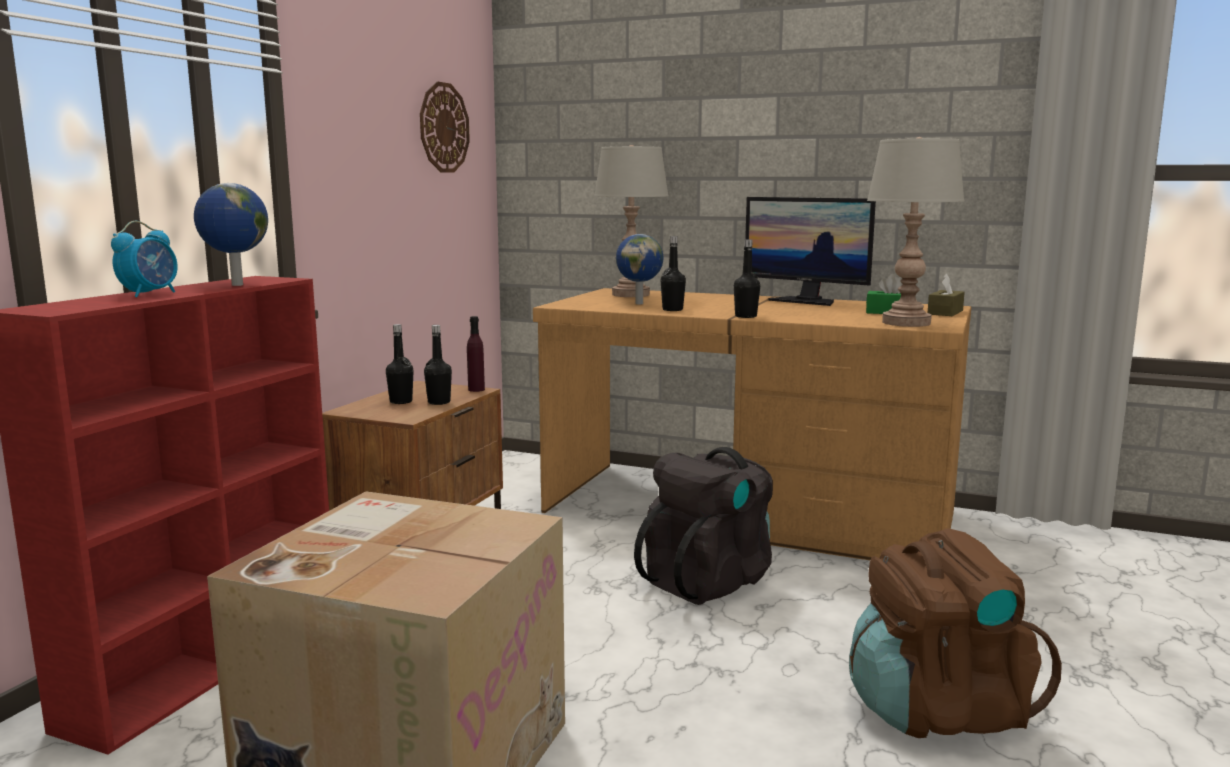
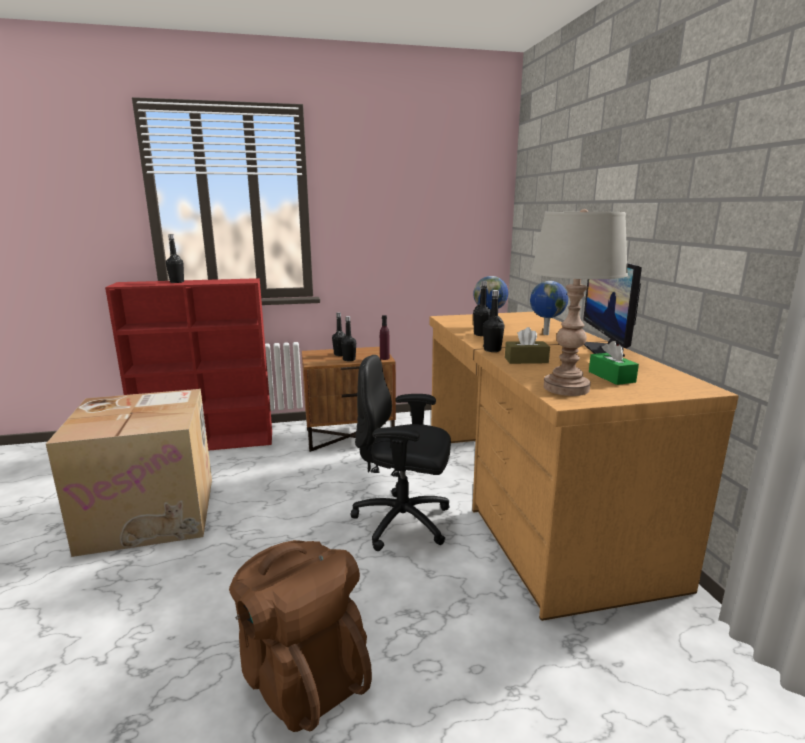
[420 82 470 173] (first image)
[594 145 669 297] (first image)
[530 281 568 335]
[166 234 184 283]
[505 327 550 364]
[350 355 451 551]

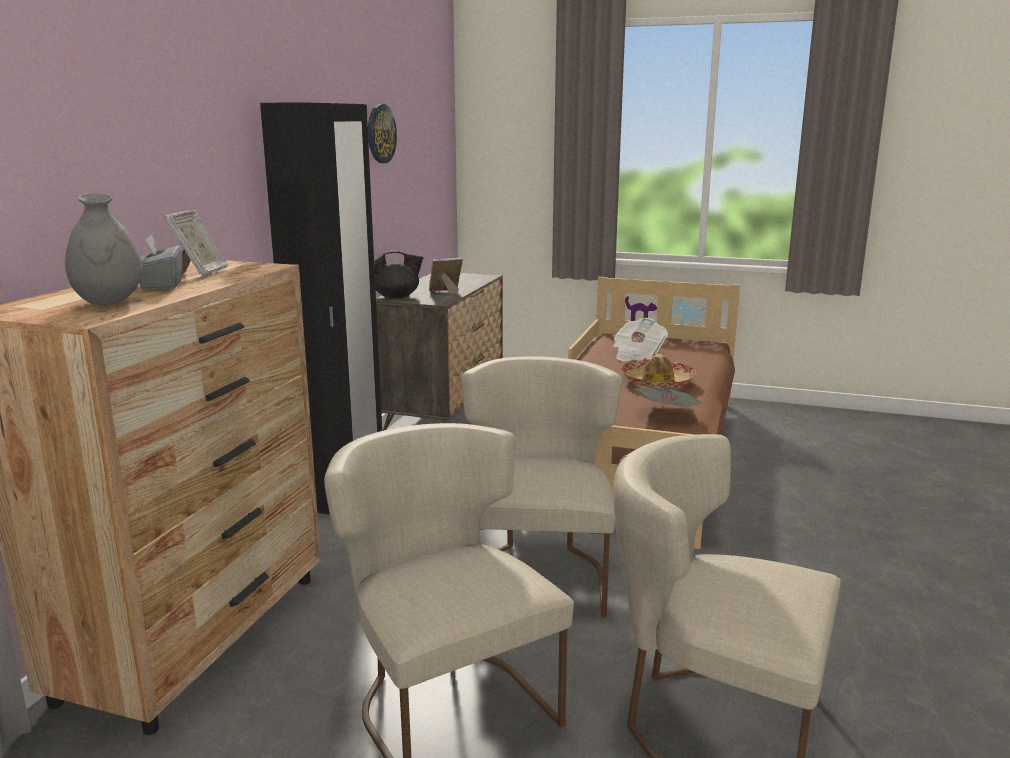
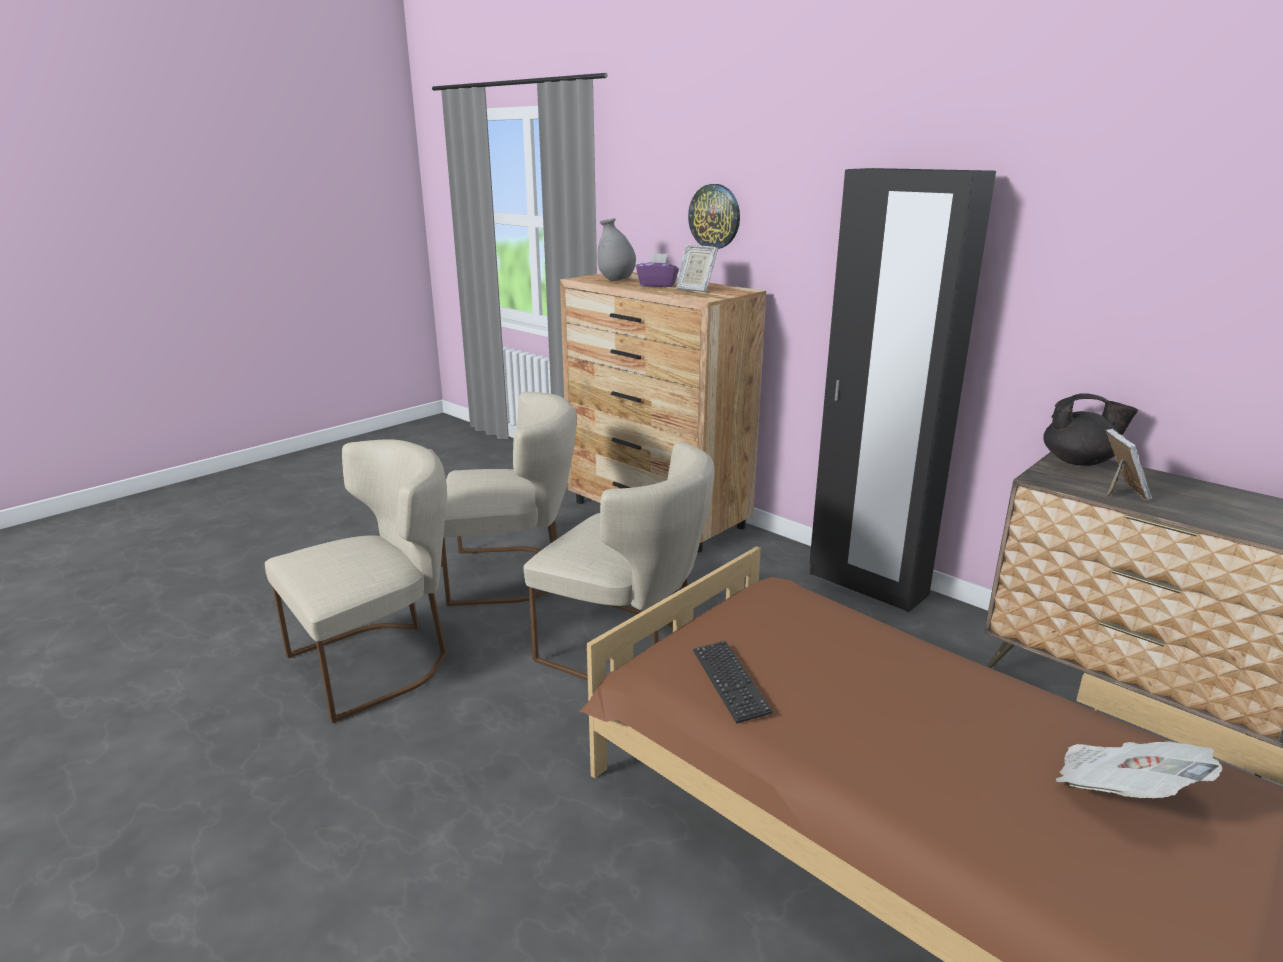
[688 184 740 249]
[636 253 679 287]
[1043 393 1138 466]
[621 354 697 389] (first image)
[693 641 773 724]

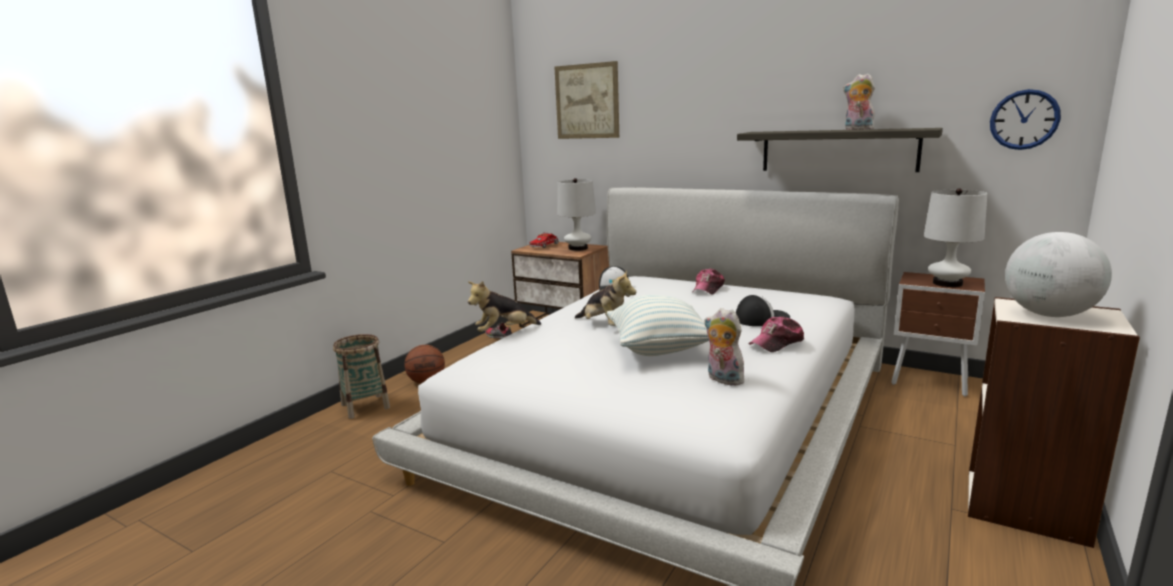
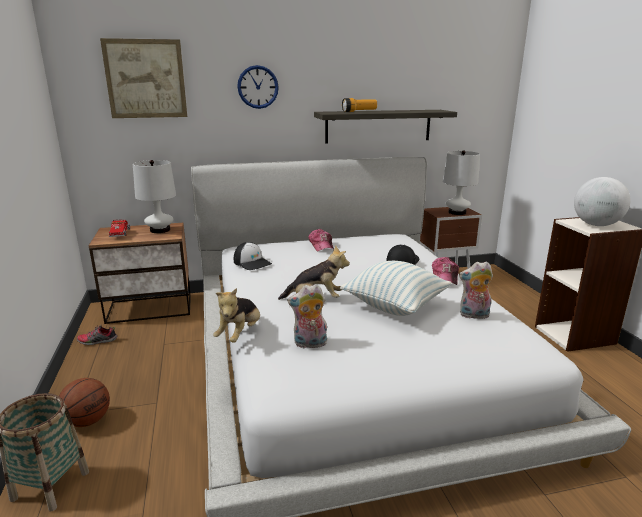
[287 284 327 348]
[237 65 279 109]
[342 98 377 112]

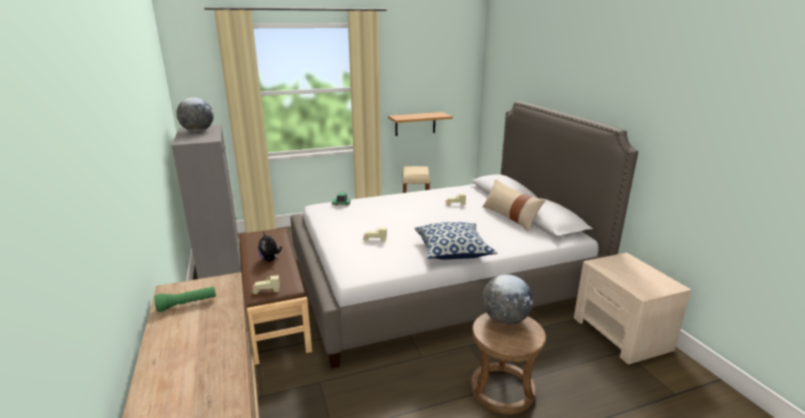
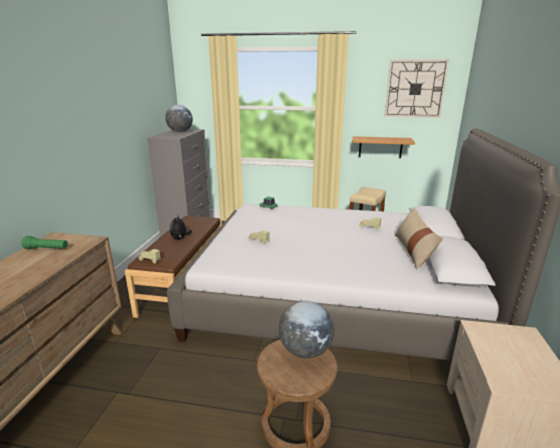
[415 222 497 260] (first image)
[385 59 449 118]

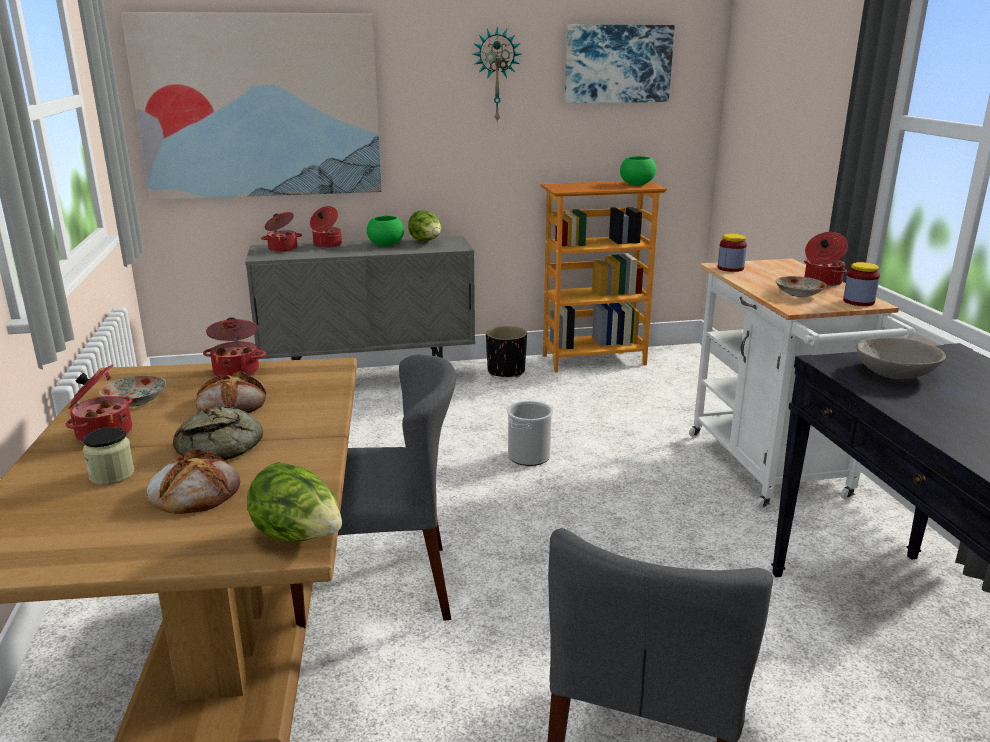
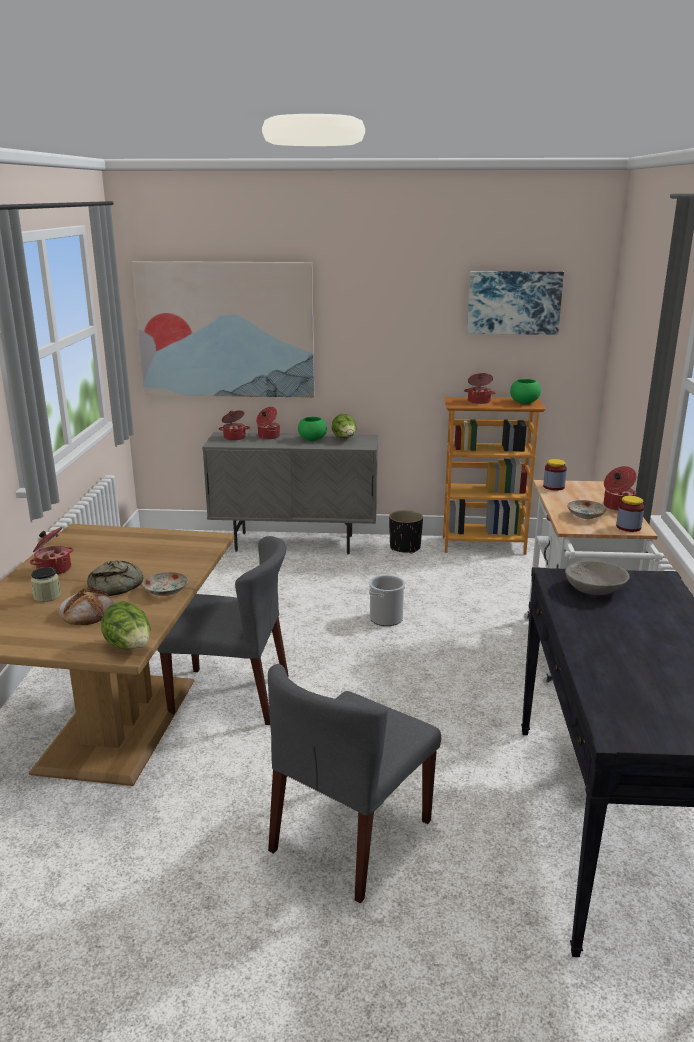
[473 26 521 122] (first image)
[464 373 496 404]
[196 371 266 413] (first image)
[142 572 188 596]

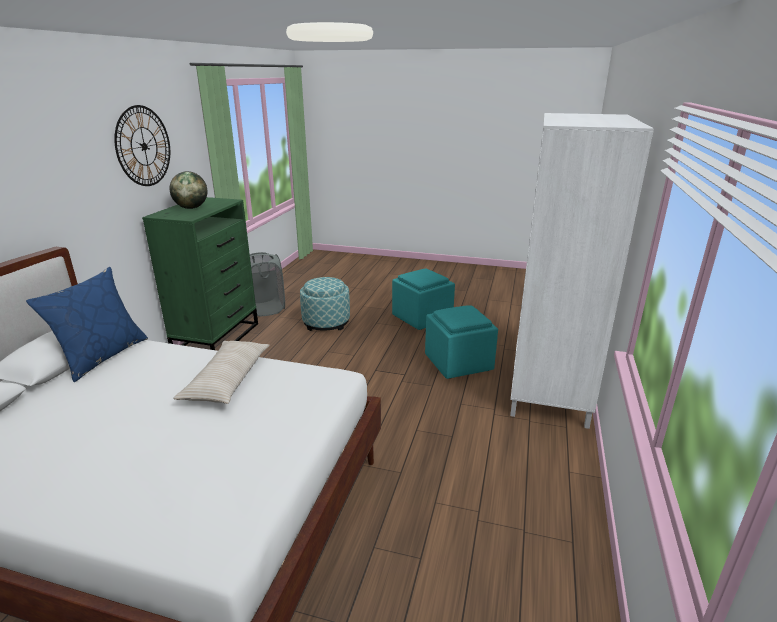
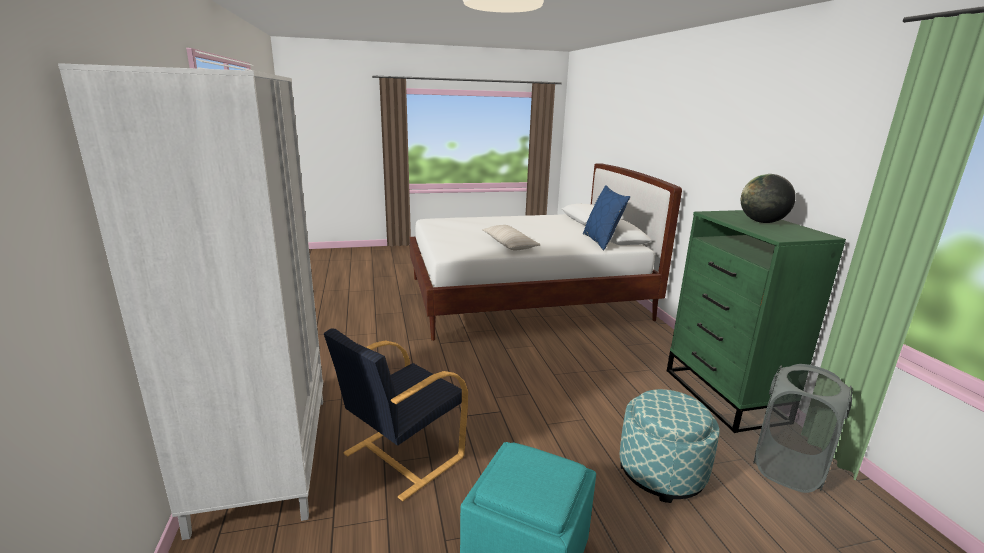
[114 105 170 186] (first image)
[324 329 468 501]

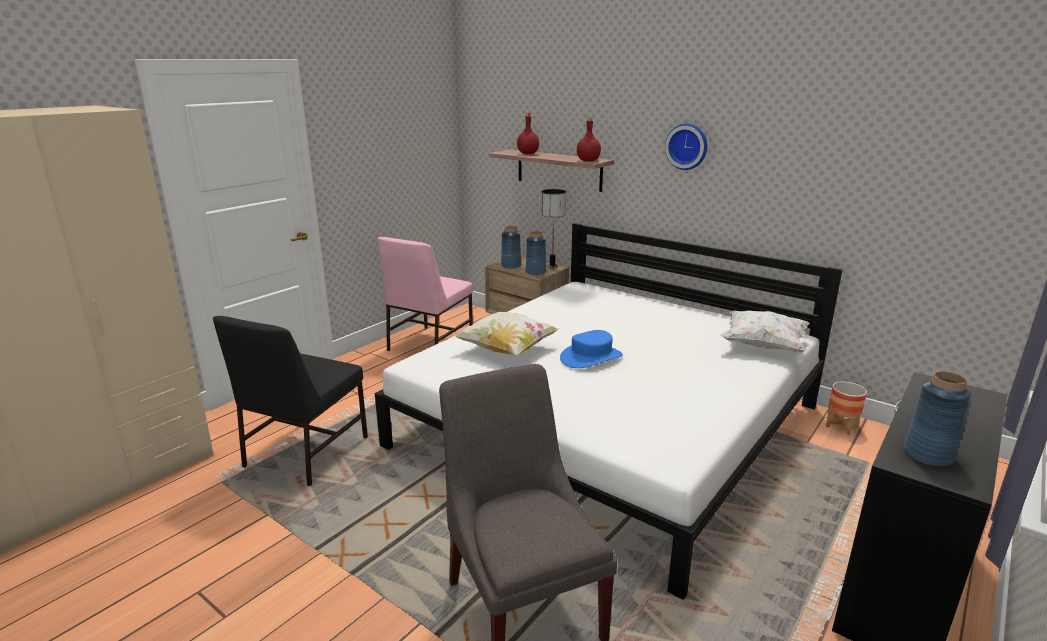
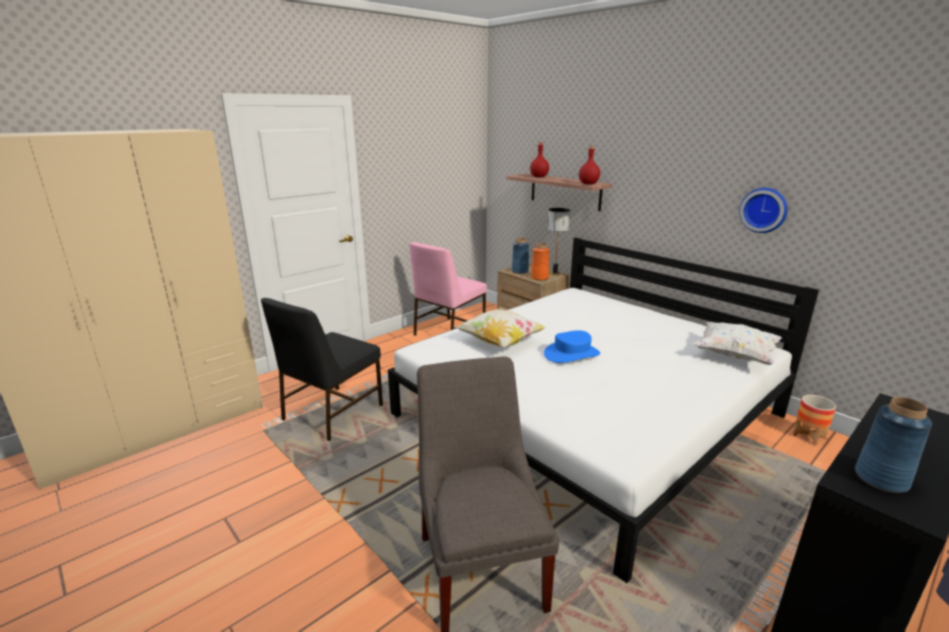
[739 188 788 233]
[531 243 549 280]

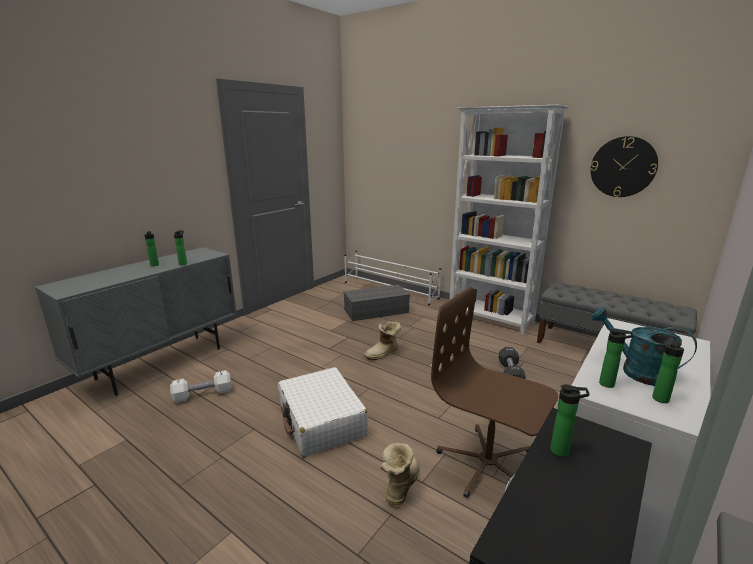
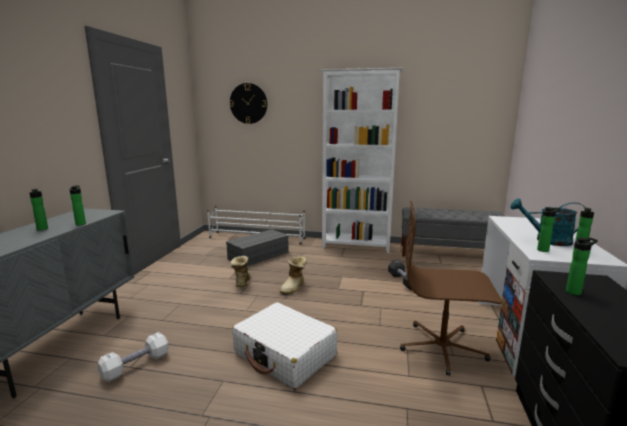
[229 83 267 124]
[230 256 251 287]

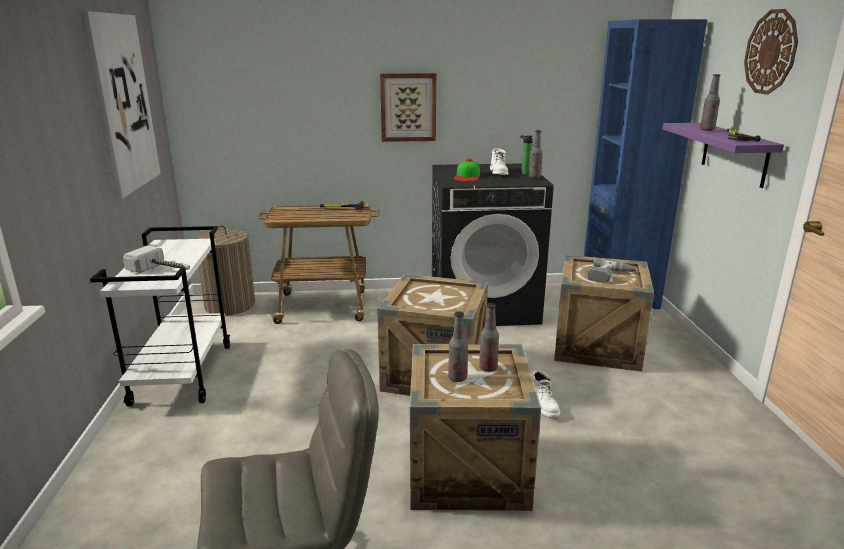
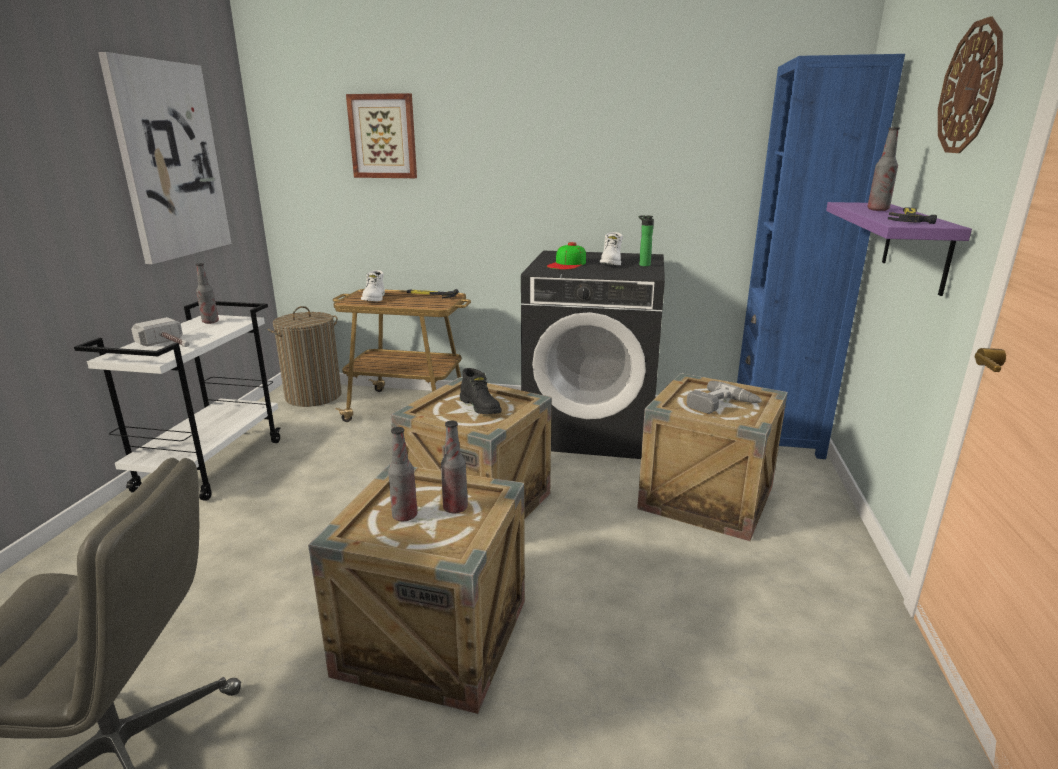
[346 93 417 178]
[195 263 219 324]
[361 270 385 301]
[460 368 501 414]

